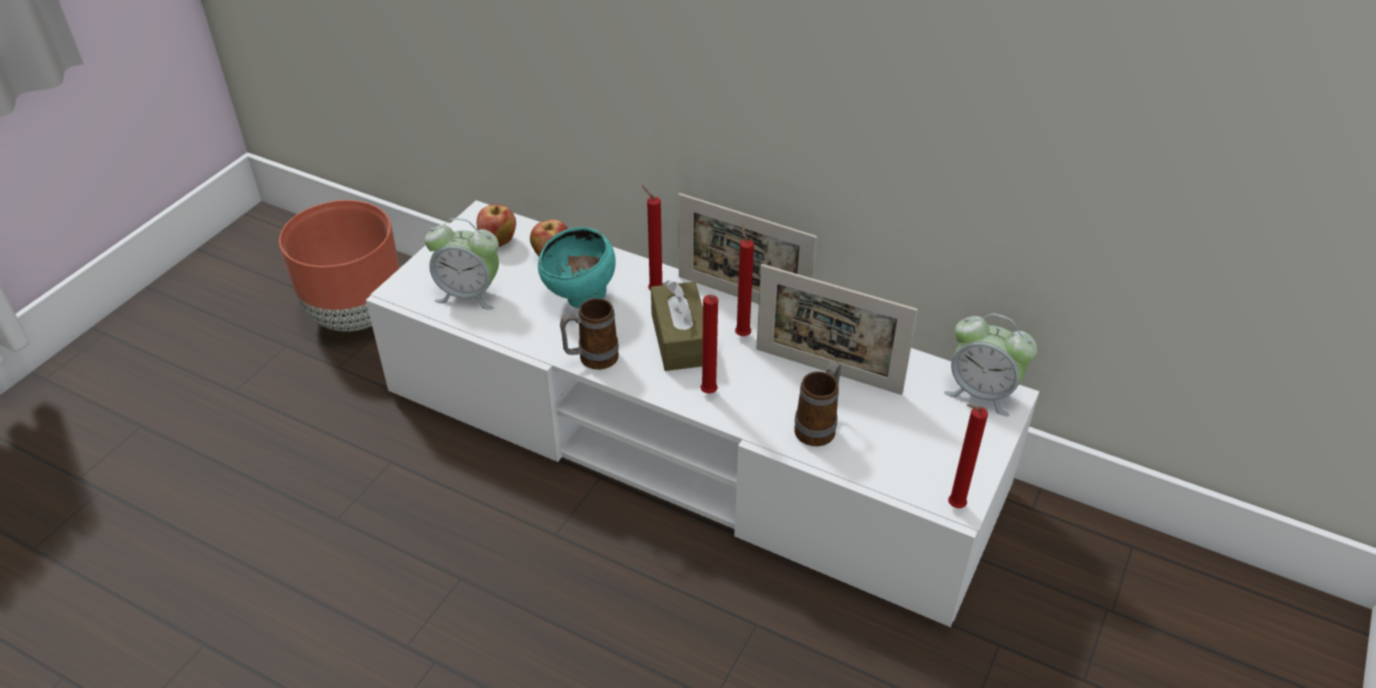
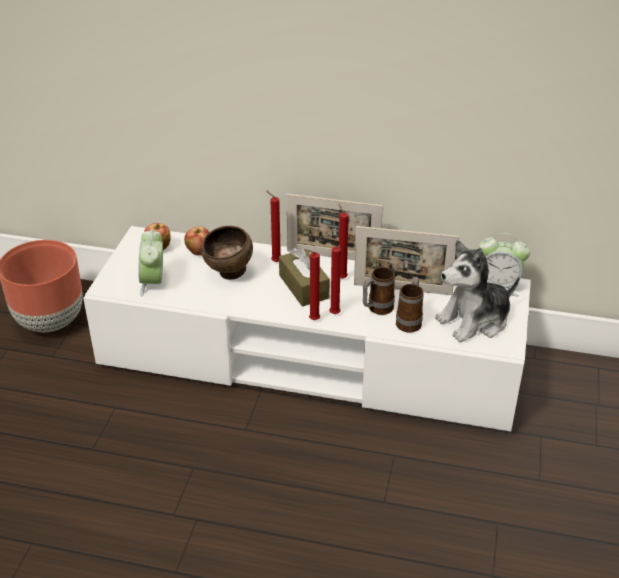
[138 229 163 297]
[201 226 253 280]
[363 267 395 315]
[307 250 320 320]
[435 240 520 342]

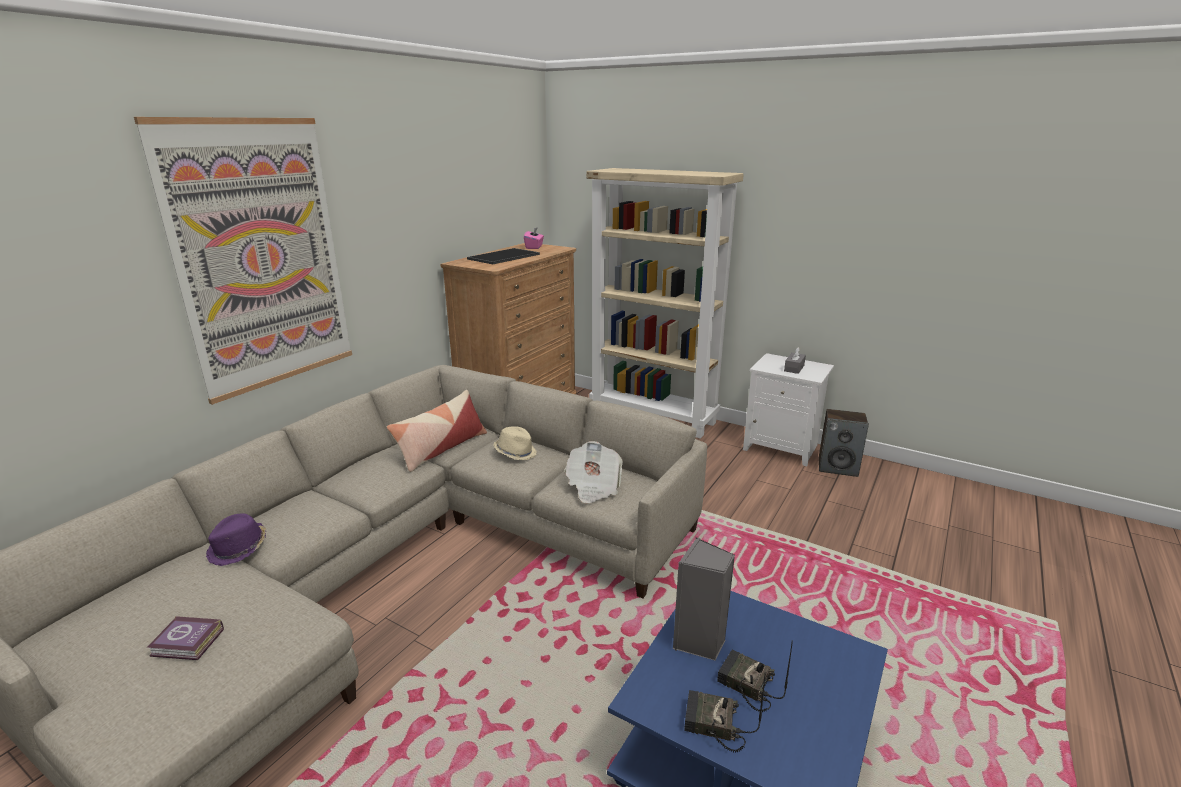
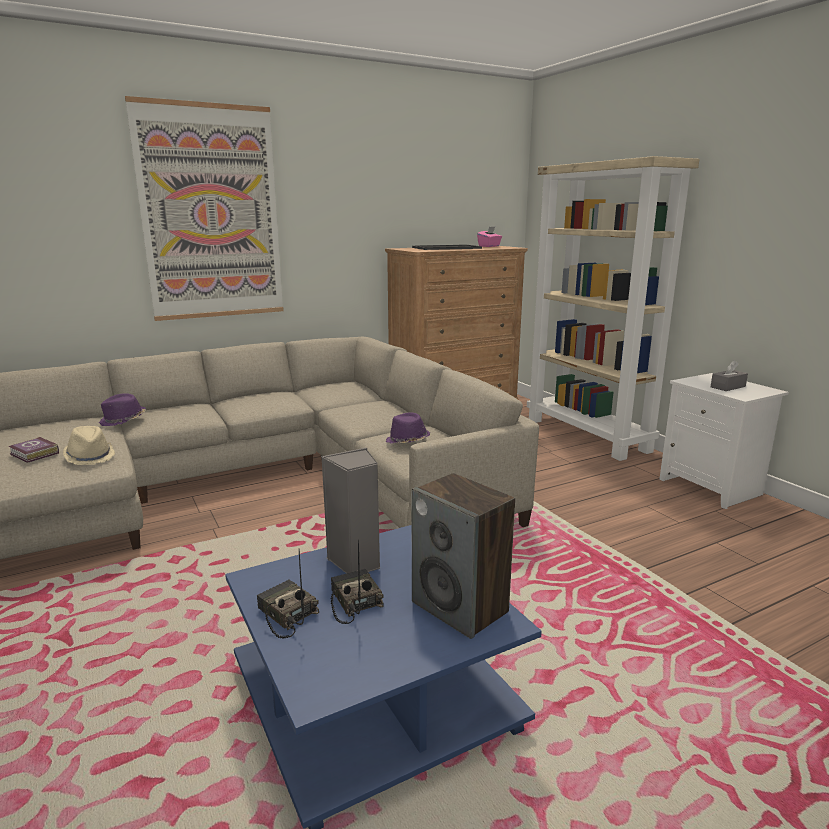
[387 390 487 472] (first image)
[412 473 515 639]
[63 426 115 465]
[386 412 430 444]

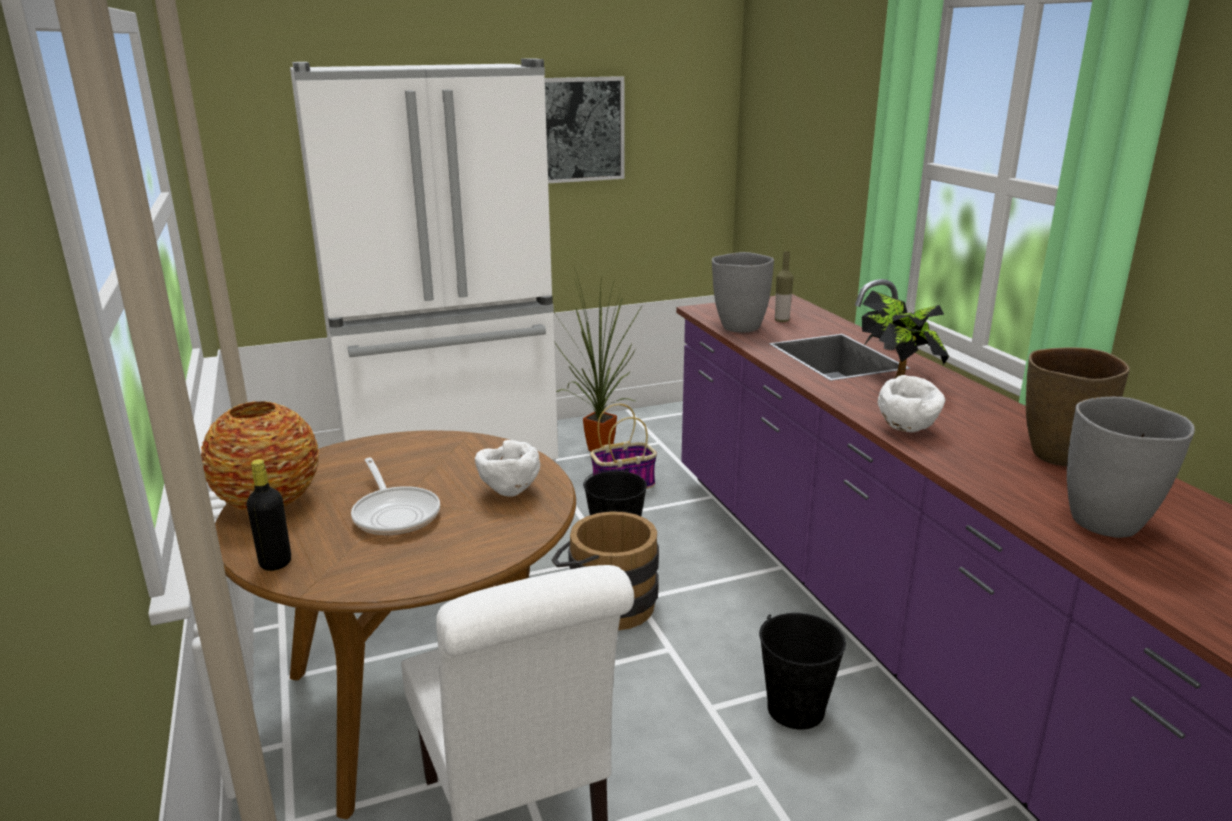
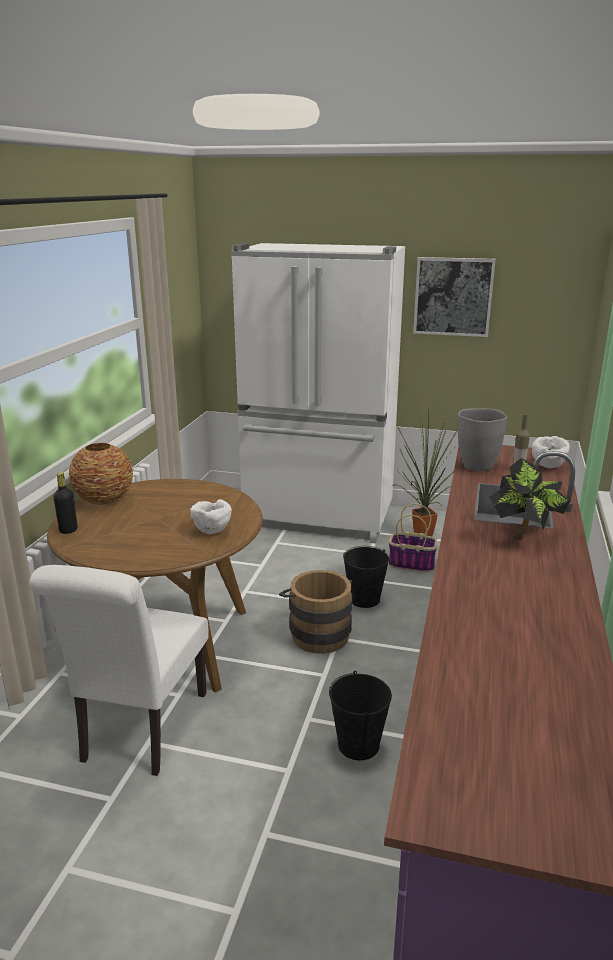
[1026 347 1130 466] (first image)
[532 436 570 468]
[1067 397 1195 538] (first image)
[351 458 440 536] (first image)

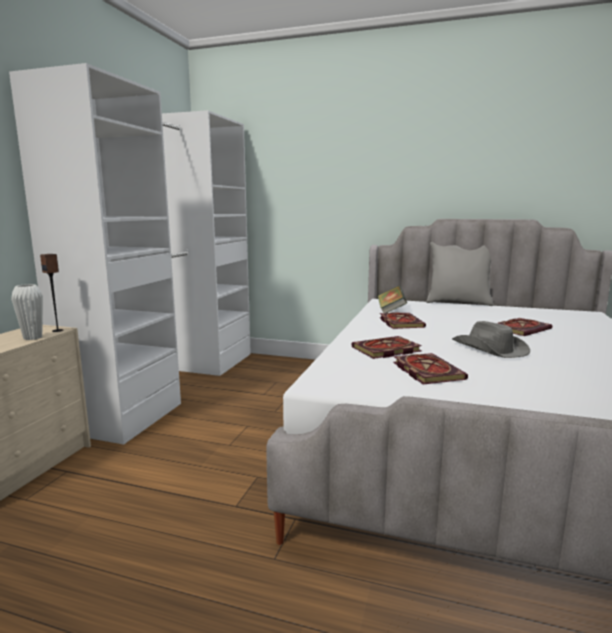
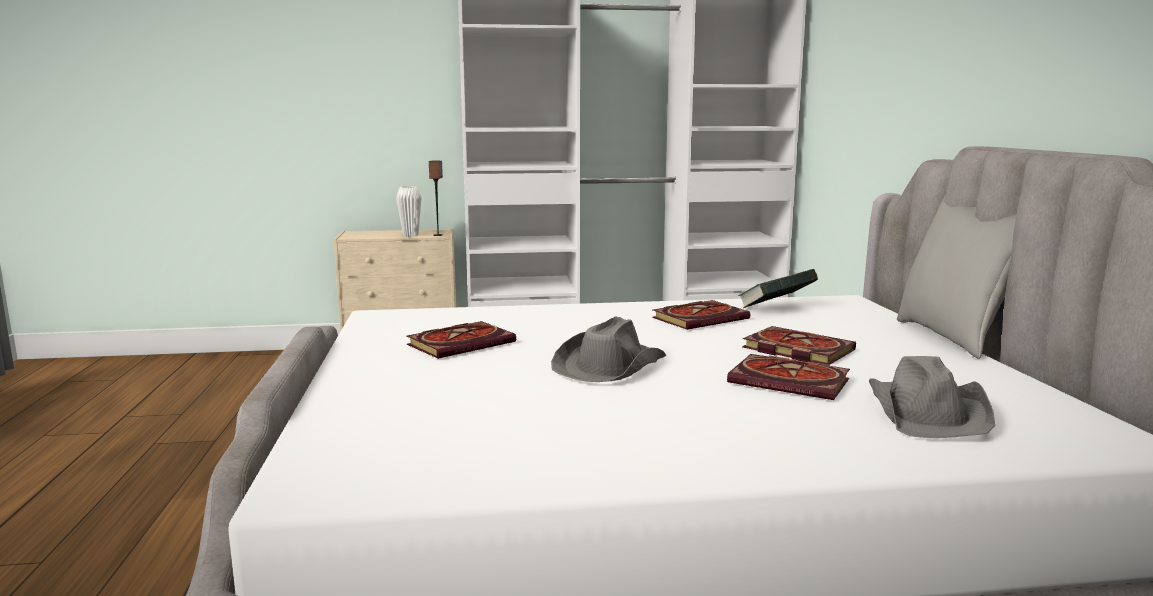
[742 326 856 365]
[869 356 995 438]

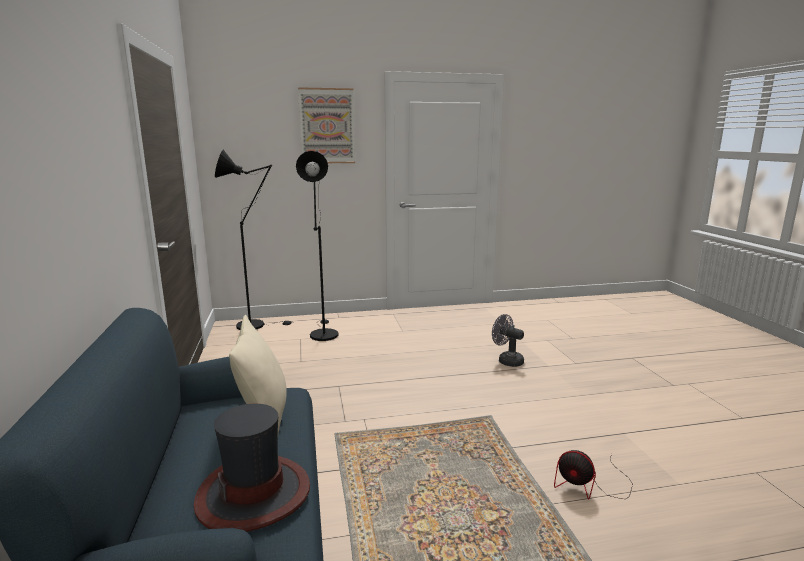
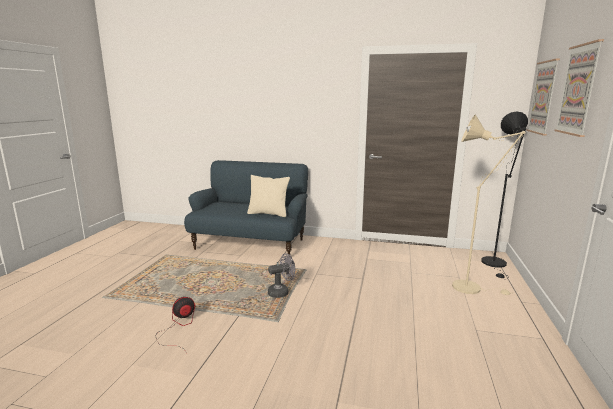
[452 114 526 295]
[268 253 295 298]
[194 404 310 532] (first image)
[527 58 560 136]

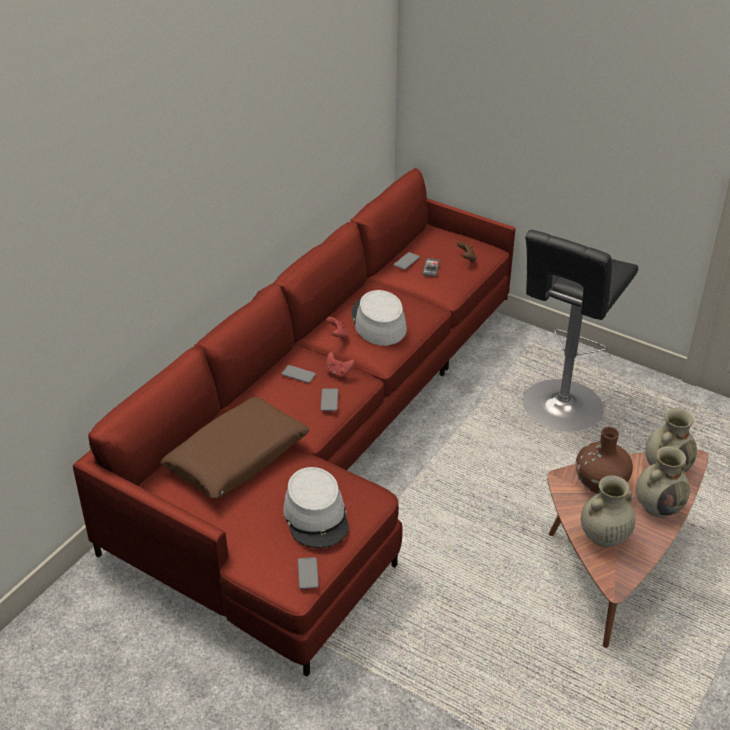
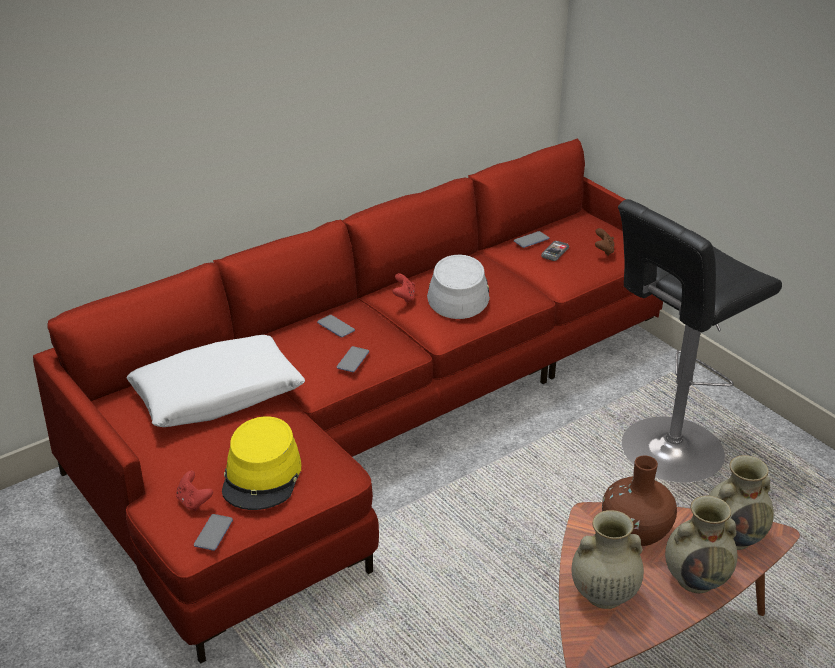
[176 471 213 511]
[126 335 305 427]
[222 416 301 510]

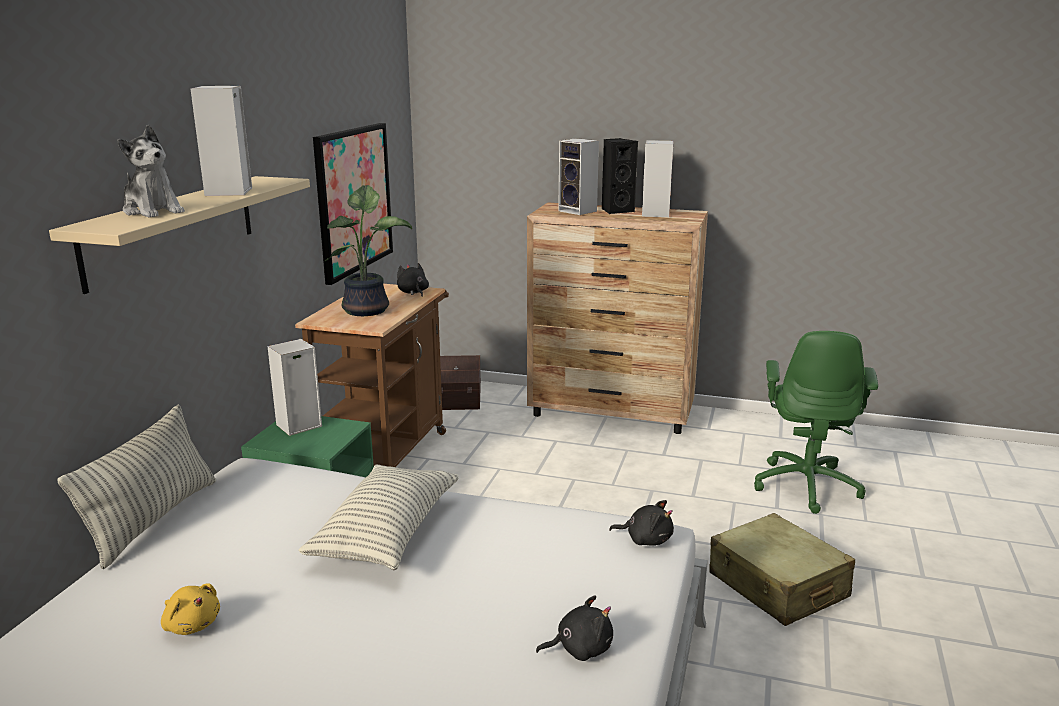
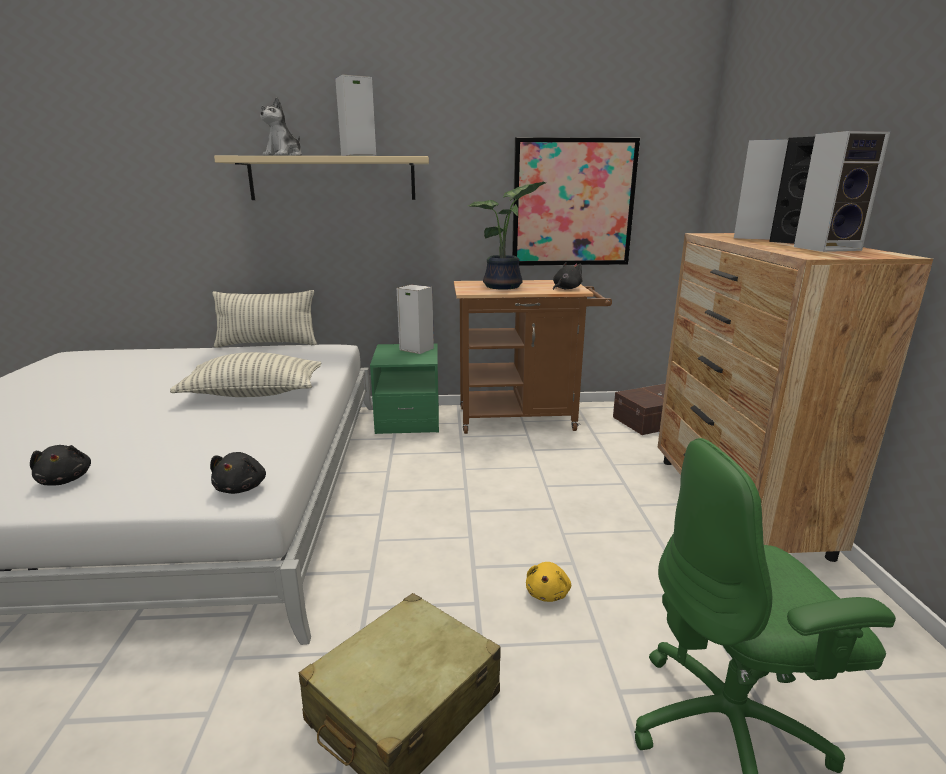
[526 562 571 602]

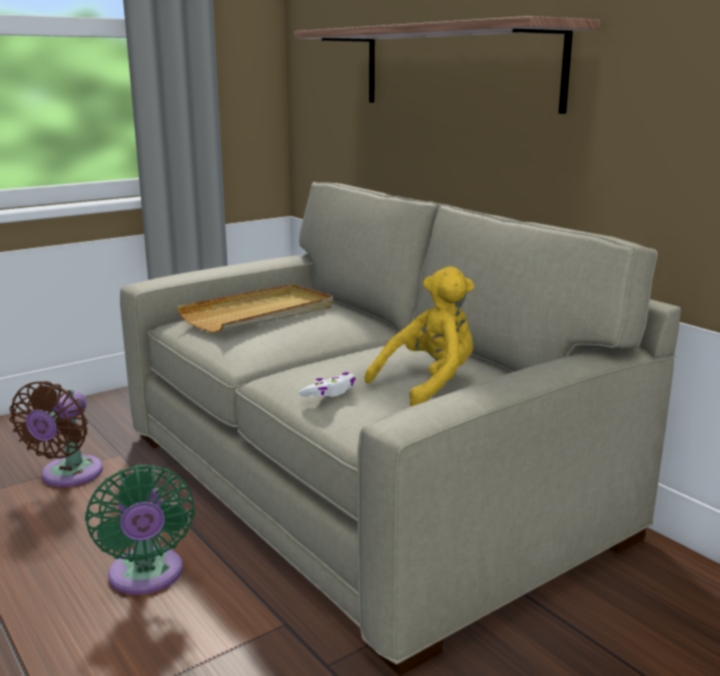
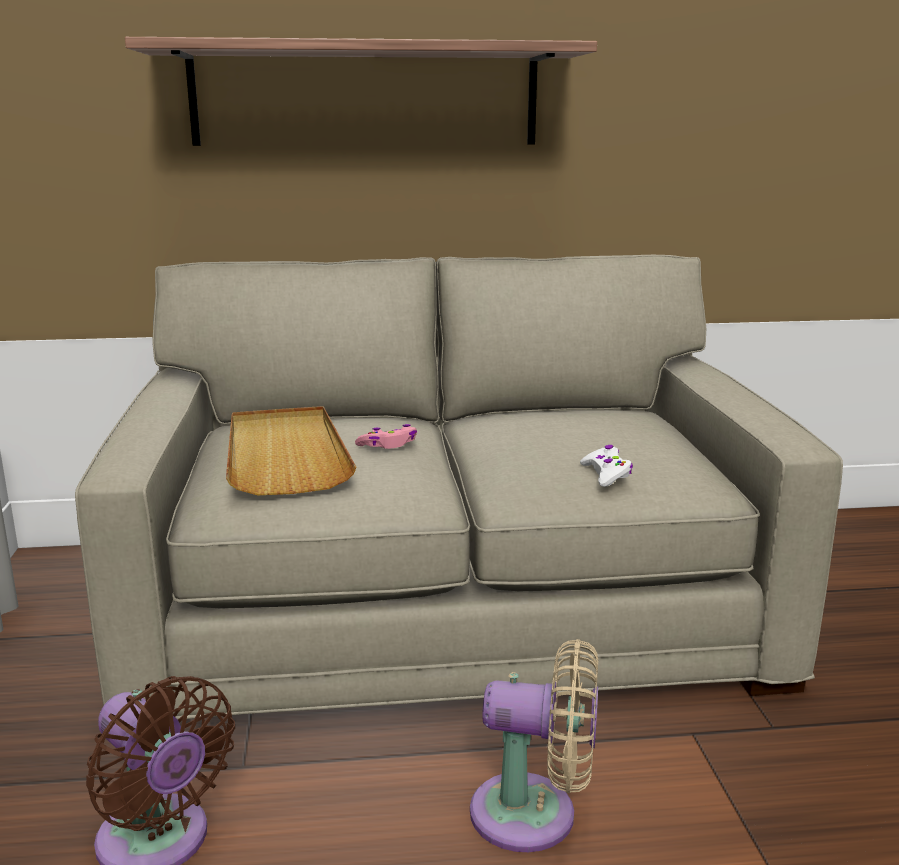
[364 266 474 406] (first image)
[470 639 598 852]
[355 424 417 449]

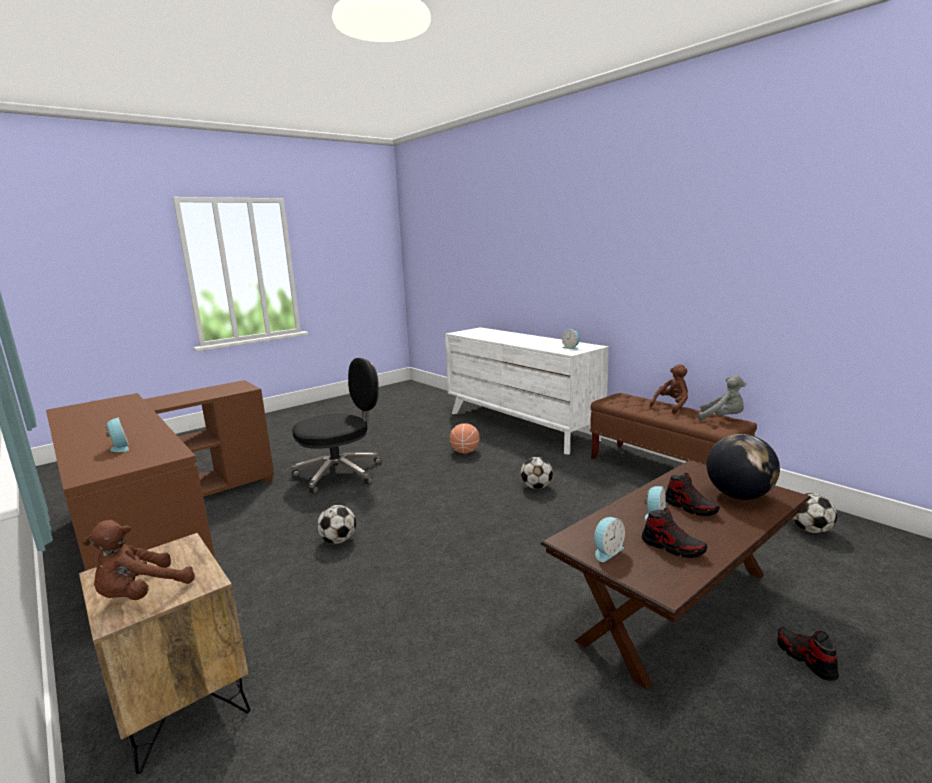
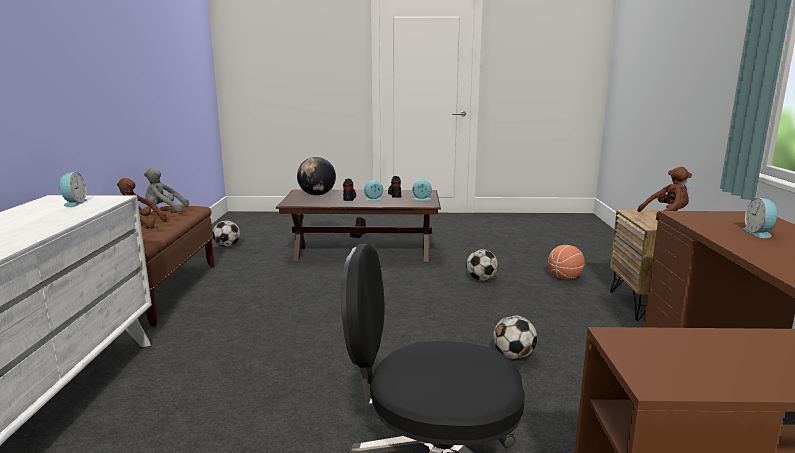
[144 168 189 212]
[548 245 585 280]
[466 249 498 281]

